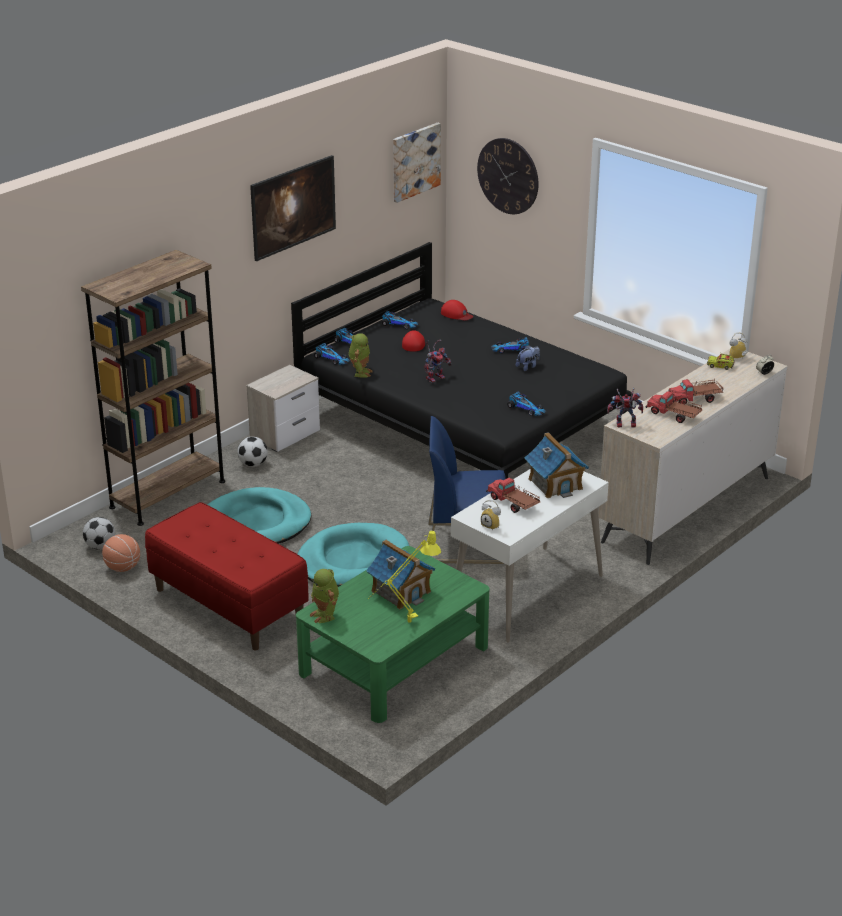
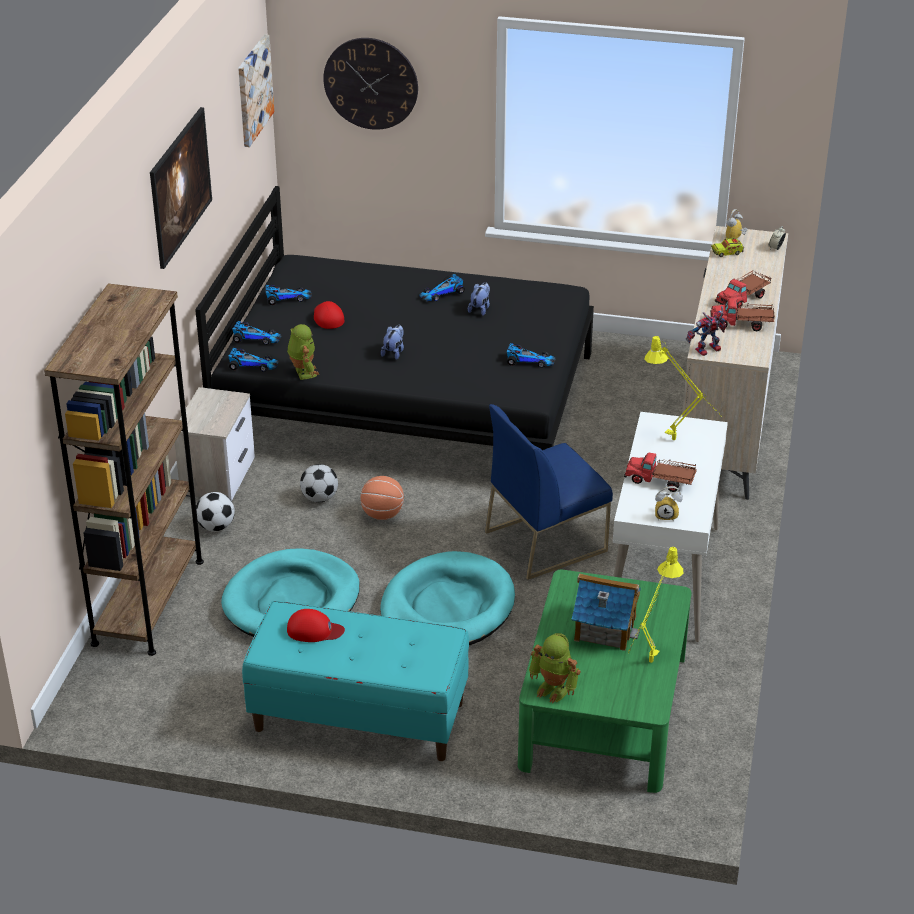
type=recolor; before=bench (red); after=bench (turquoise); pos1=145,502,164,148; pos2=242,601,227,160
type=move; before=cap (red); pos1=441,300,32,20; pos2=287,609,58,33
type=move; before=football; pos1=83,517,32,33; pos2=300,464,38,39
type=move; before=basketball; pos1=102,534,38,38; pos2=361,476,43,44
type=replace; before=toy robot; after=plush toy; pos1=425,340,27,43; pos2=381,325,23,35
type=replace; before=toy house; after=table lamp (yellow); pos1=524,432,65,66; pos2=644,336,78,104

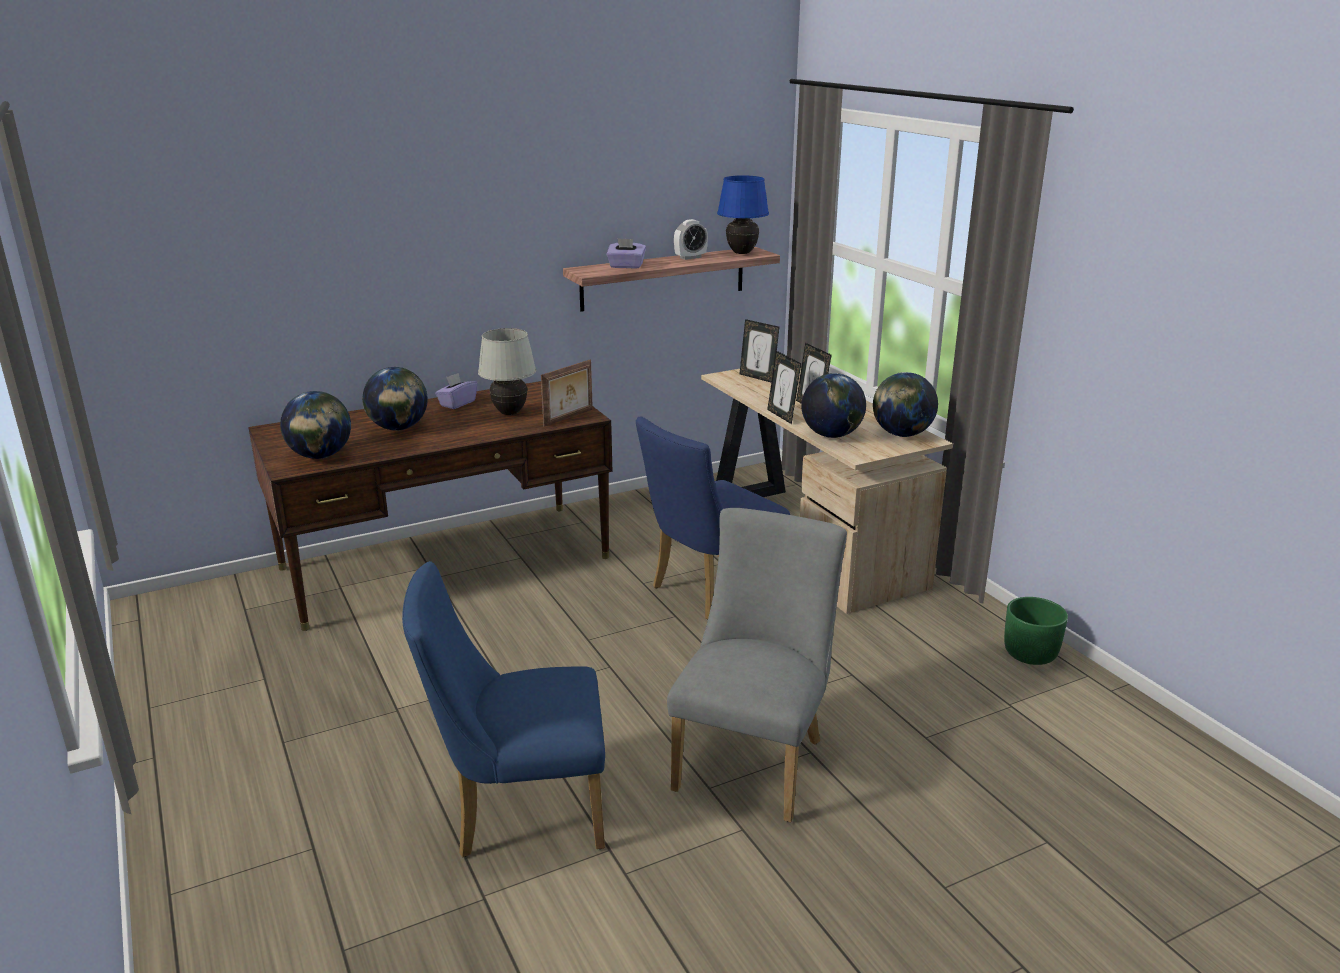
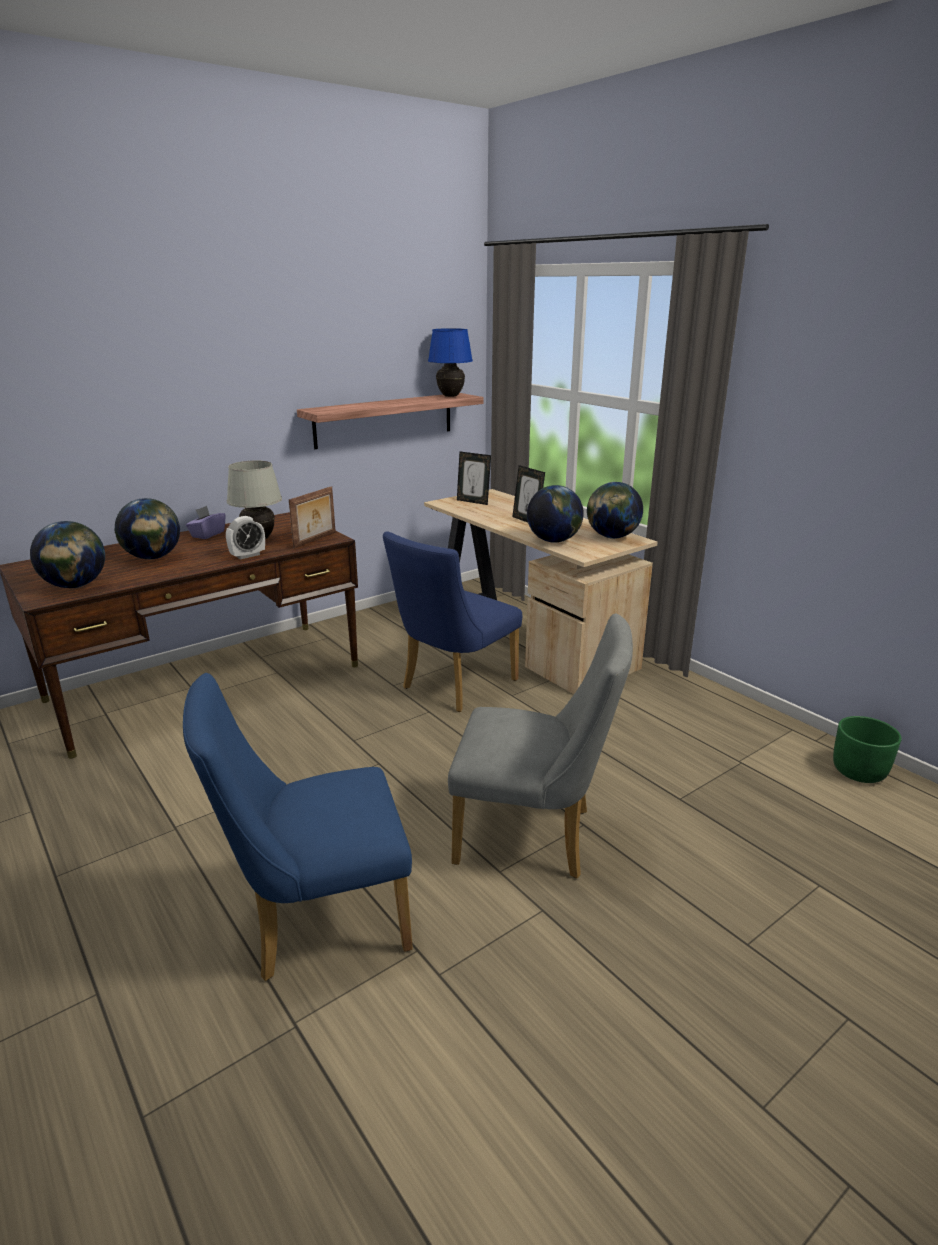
type=move; before=alarm clock; pos1=674,219,34,41; pos2=226,516,39,44
type=rotate; before=chair (grey); pos1=667,508,180,314; pos2=448,614,185,265; turn=90
type=move; before=planter (green); pos1=1004,597,64,68; pos2=833,716,69,67
type=delete; before=tissue box (purple); pos1=606,238,40,31
type=delete; before=picture frame; pos1=767,351,34,73

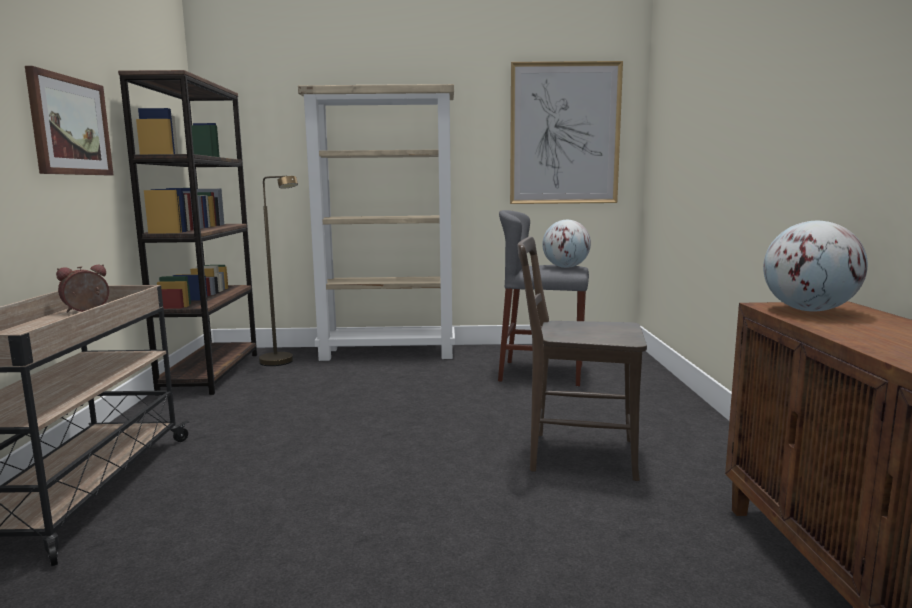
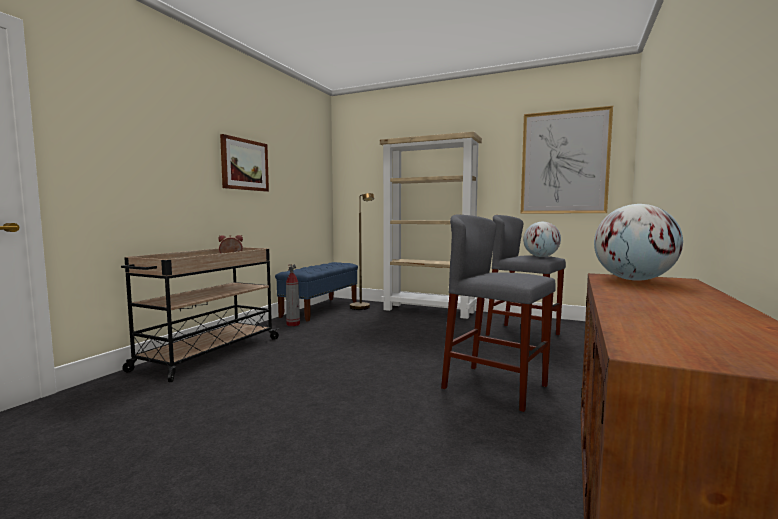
type=replace; before=bookcase (brown); after=bench (blue); pos1=118,70,139,325; pos2=275,262,83,60
type=insert; after=fire extinguisher; pos2=286,264,14,62
type=replace; before=chair (brown); after=stool (grey); pos1=517,237,130,244; pos2=441,214,115,198

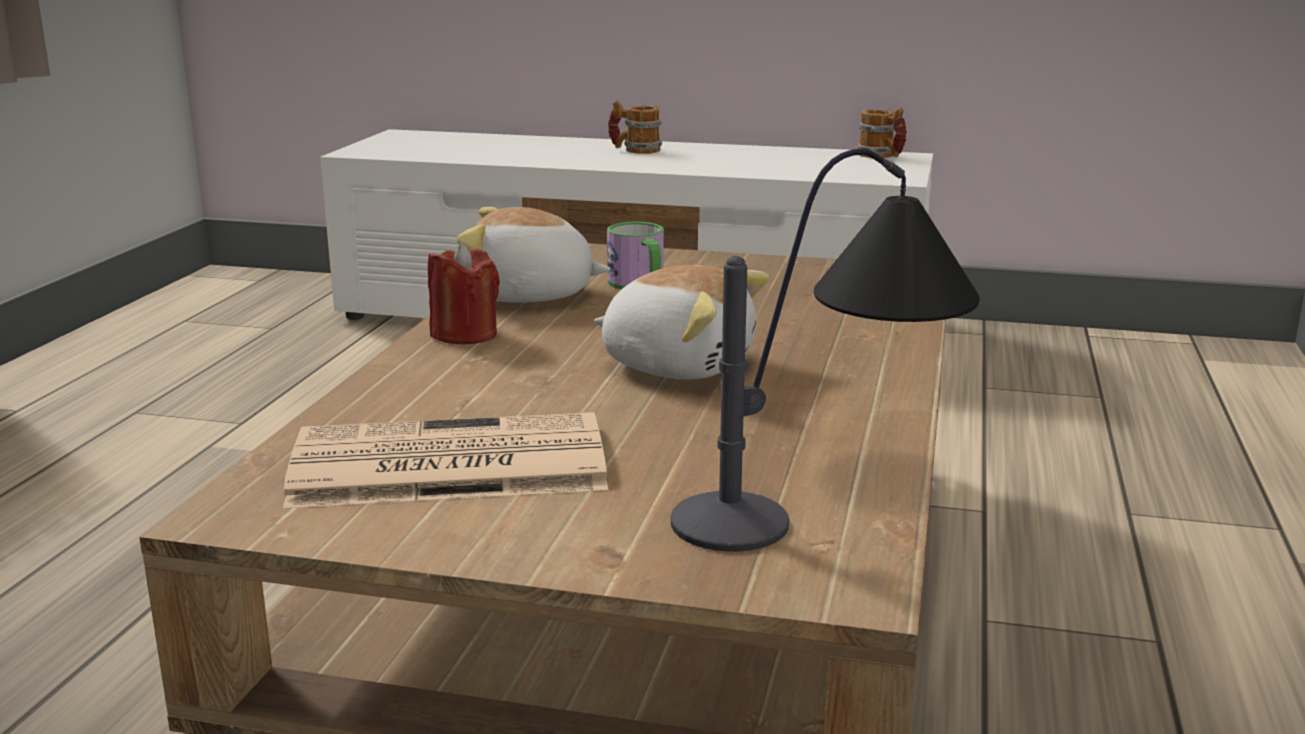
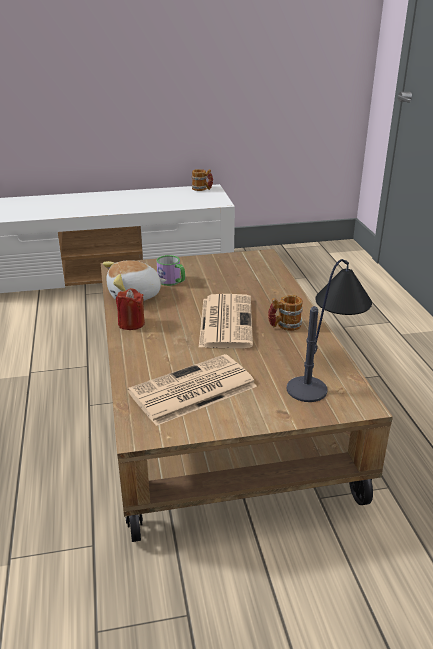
type=replace; before=plush toy; after=newspaper; pos1=594,265,175,115; pos2=199,294,54,54
type=move; before=mug; pos1=608,100,54,54; pos2=268,295,35,36

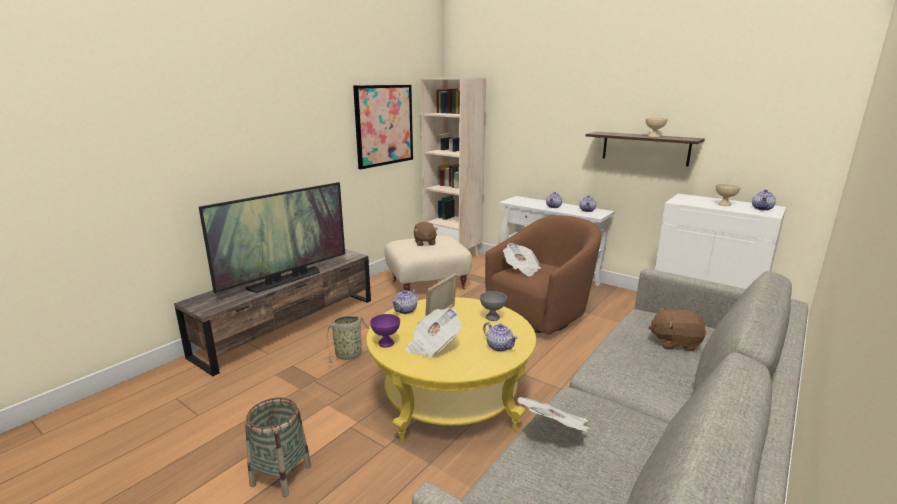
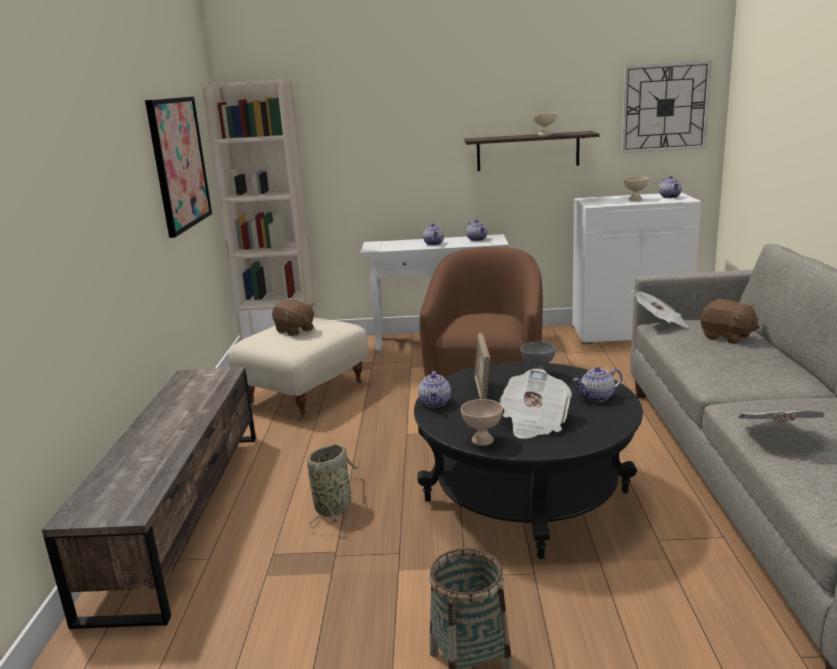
type=recolor; before=coffee table (yellow); after=coffee table (black); pos1=366,297,170,145; pos2=414,362,229,197
type=recolor; before=bowl (purple); after=bowl (beige); pos1=370,314,30,33; pos2=461,399,42,47
type=rotate; before=teapot; pos1=483,322,35,30; pos2=573,367,49,35; turn=150
type=insert; after=wall clock; pos2=621,60,91,93
type=move; before=newspaper; pos1=503,243,38,33; pos2=631,290,58,38
type=rotate; before=plush toy (brown); pos1=648,307,58,44; pos2=700,299,59,45; turn=-105
type=delete; before=television; pos1=199,182,146,111

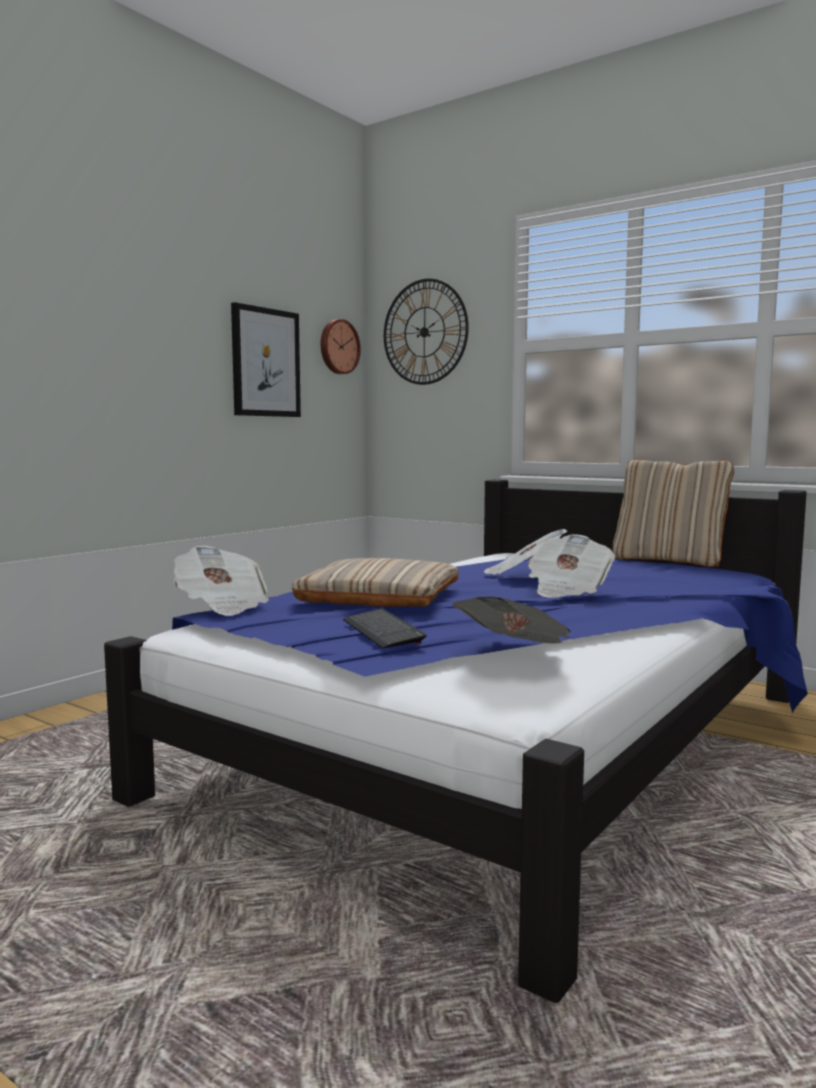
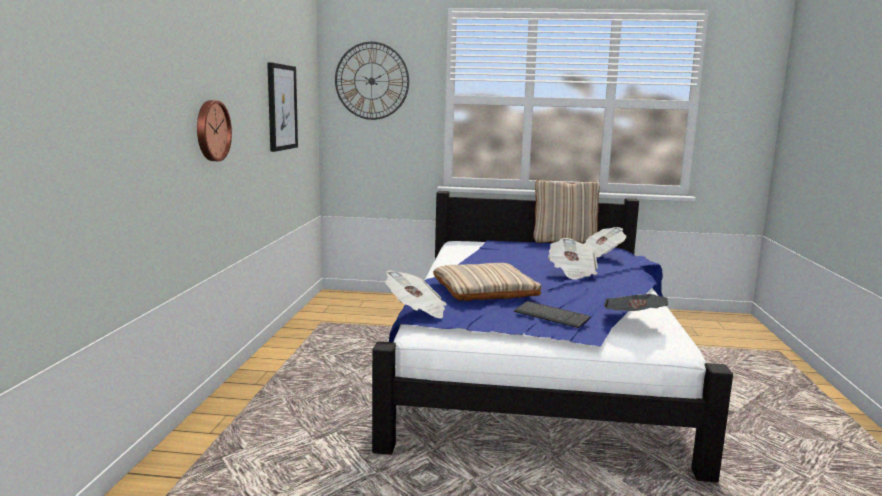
type=move; before=wall clock; pos1=321,319,40,55; pos2=197,100,35,61
type=move; before=newspaper; pos1=484,529,83,46; pos2=584,227,42,30

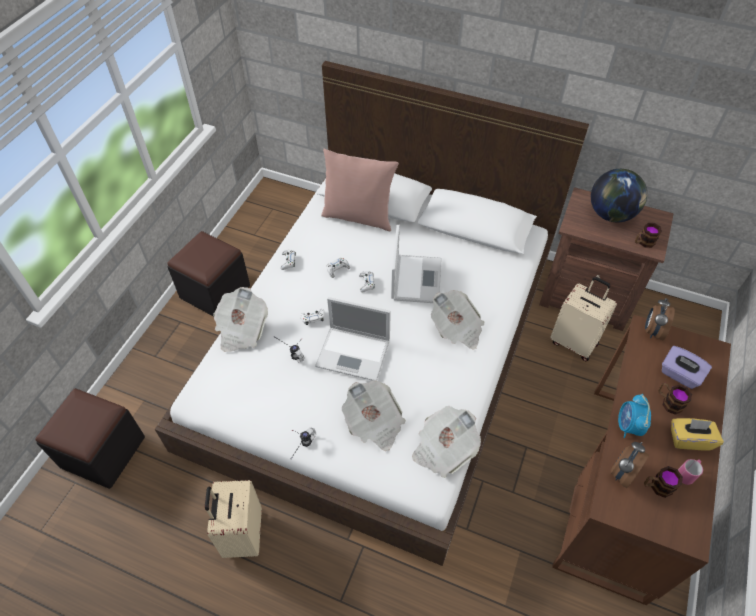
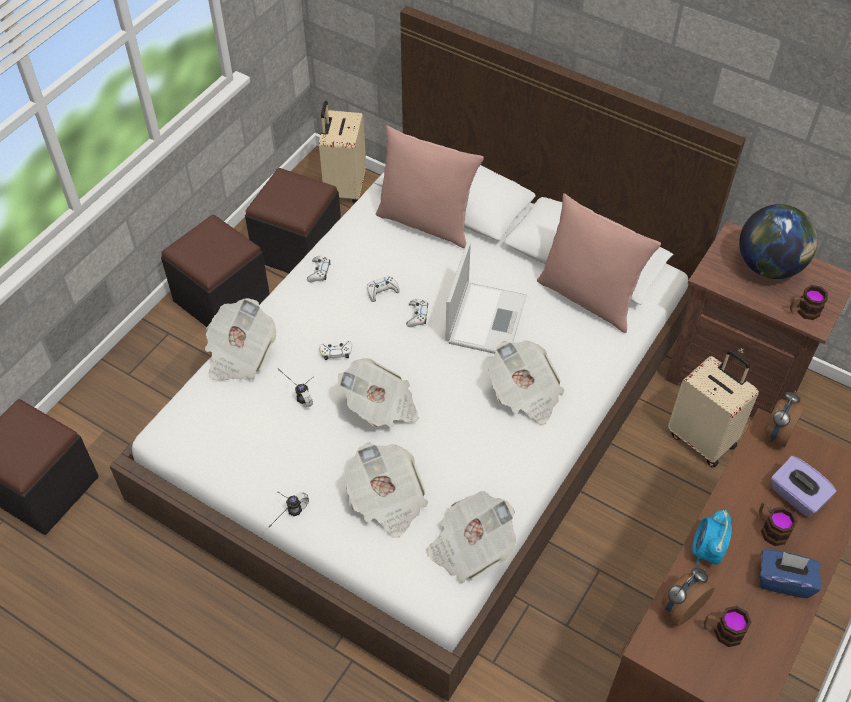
type=insert; after=ottoman (black); pos2=245,168,96,105
type=move; before=suitcase (beige); pos1=205,480,57,78; pos2=319,101,47,102
type=replace; before=laptop; after=newspaper; pos1=315,297,76,84; pos2=338,358,81,69
type=insert; after=pillow (pink); pos2=537,193,124,140
type=recolor; before=tissue box (yellow); after=tissue box (blue); pos1=671,418,53,33; pos2=760,549,61,49
type=delete; before=mug (pink); pos1=678,459,25,26

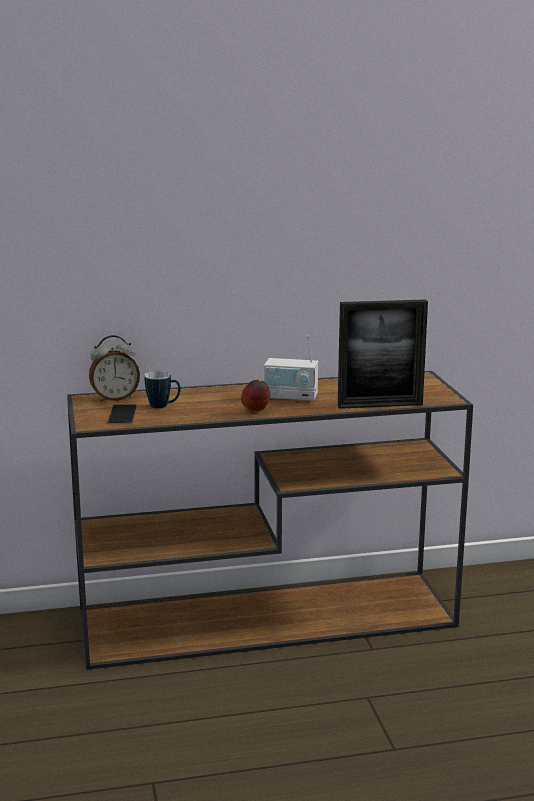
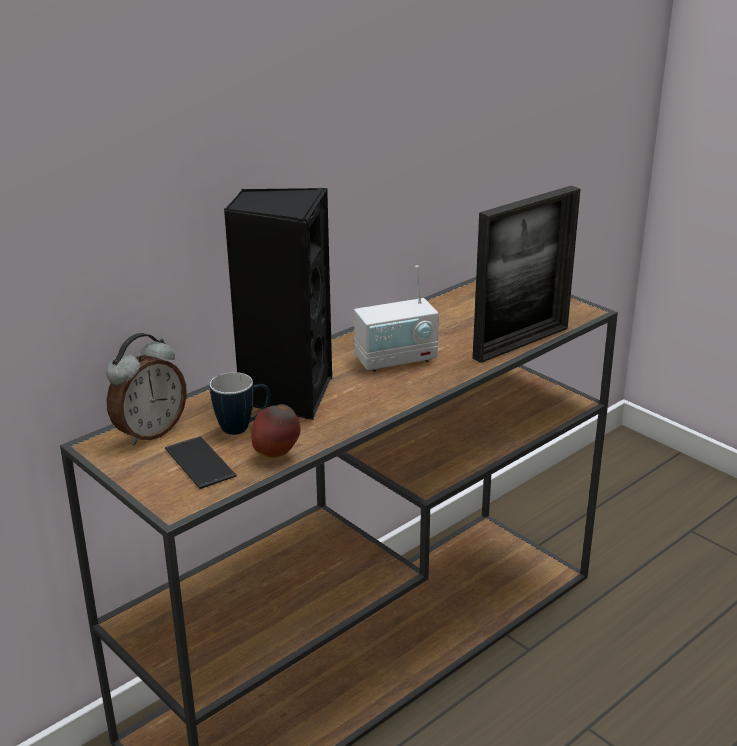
type=insert; after=speaker (black); pos2=224,188,108,232
type=move; before=apple; pos1=241,380,29,32; pos2=251,404,50,54

